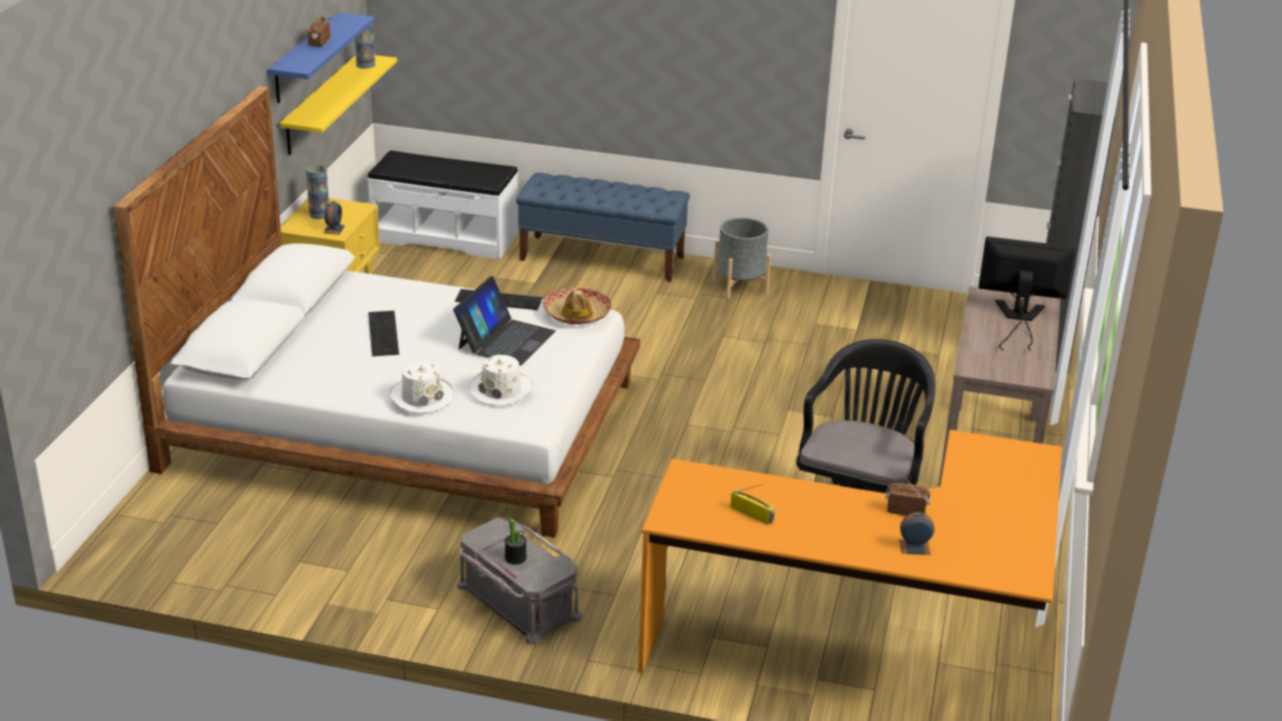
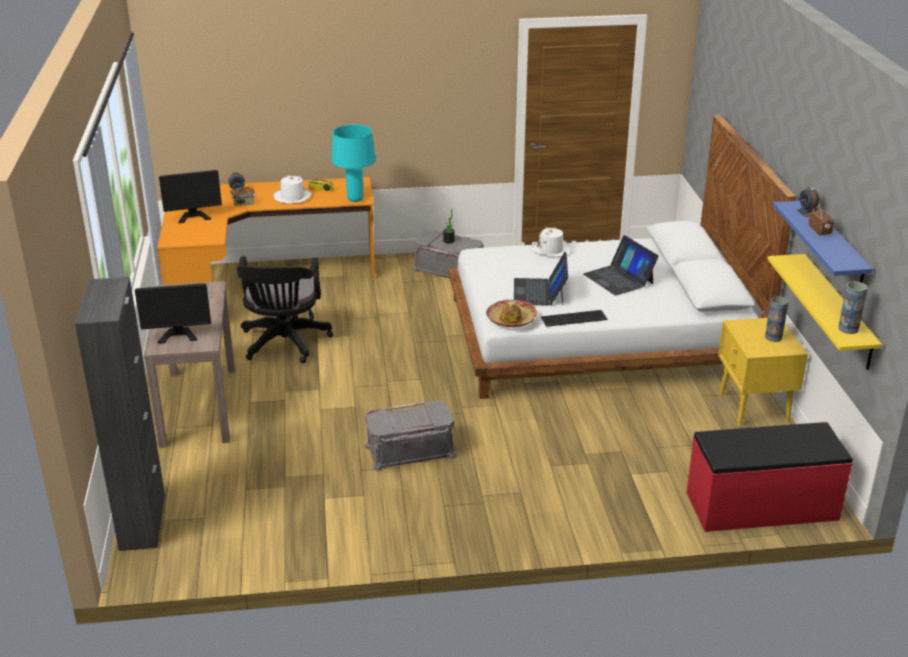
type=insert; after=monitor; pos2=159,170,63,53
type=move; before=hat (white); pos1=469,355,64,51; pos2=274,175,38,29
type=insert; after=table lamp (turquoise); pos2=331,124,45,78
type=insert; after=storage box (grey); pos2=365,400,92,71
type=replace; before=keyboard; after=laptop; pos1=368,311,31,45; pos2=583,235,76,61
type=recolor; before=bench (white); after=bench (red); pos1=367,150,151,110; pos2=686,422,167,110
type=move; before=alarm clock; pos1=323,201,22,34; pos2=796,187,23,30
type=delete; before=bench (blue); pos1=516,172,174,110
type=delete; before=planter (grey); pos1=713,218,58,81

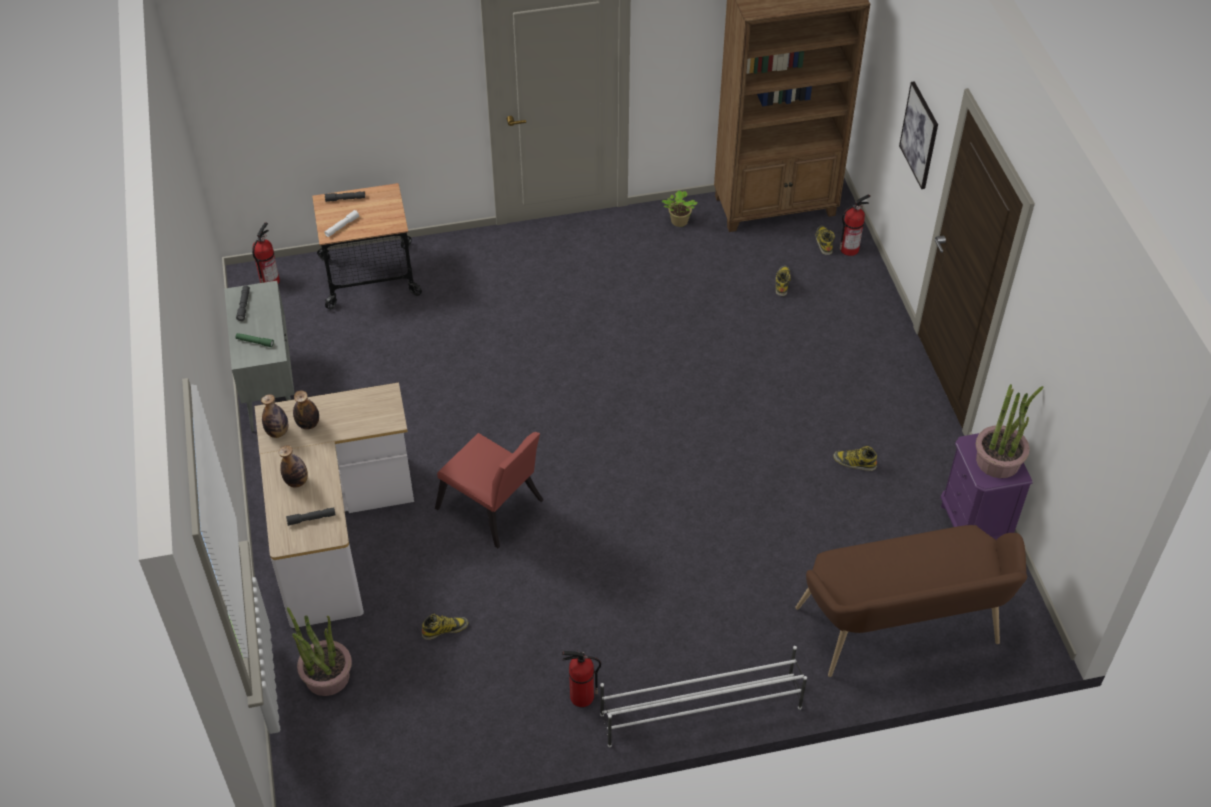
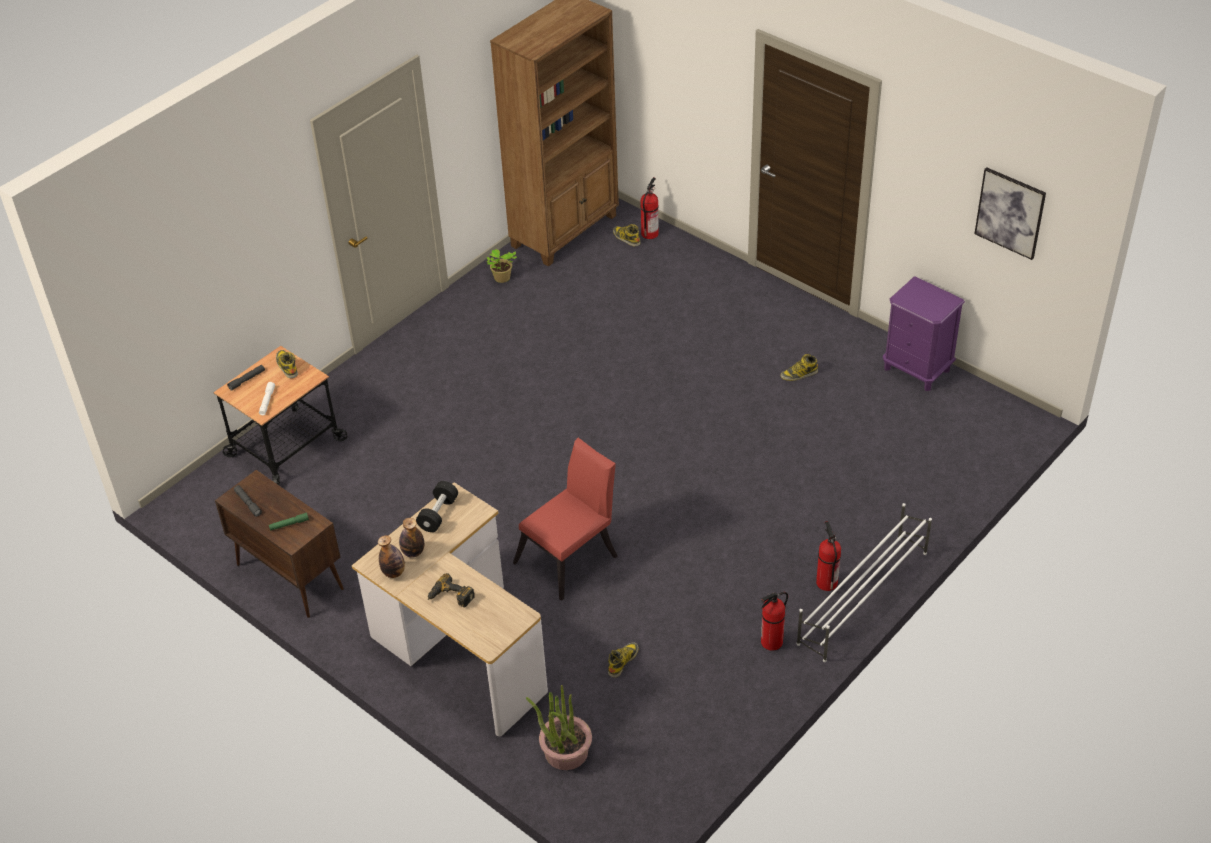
type=recolor; before=cabinet (grey); after=cabinet (brown); pos1=224,281,70,151; pos2=215,470,129,148
type=move; before=boot; pos1=776,266,15,30; pos2=276,350,22,28
type=insert; after=dumbbell (black); pos2=416,481,42,51
type=replace; before=bottle; after=power drill; pos1=279,445,29,43; pos2=427,573,48,34
type=rotate; before=chair (red); pos1=435,432,108,116; pos2=513,438,105,163; turn=-45
type=move; before=fire extinguisher; pos1=252,222,28,62; pos2=816,521,25,70
type=move; before=picture; pos1=899,81,39,108; pos2=975,167,71,93
type=delete; before=flashlight (grey); pos1=286,507,50,19
type=delete; before=bench (brown); pos1=795,525,232,152
type=delete; before=potted plant; pos1=976,384,68,94

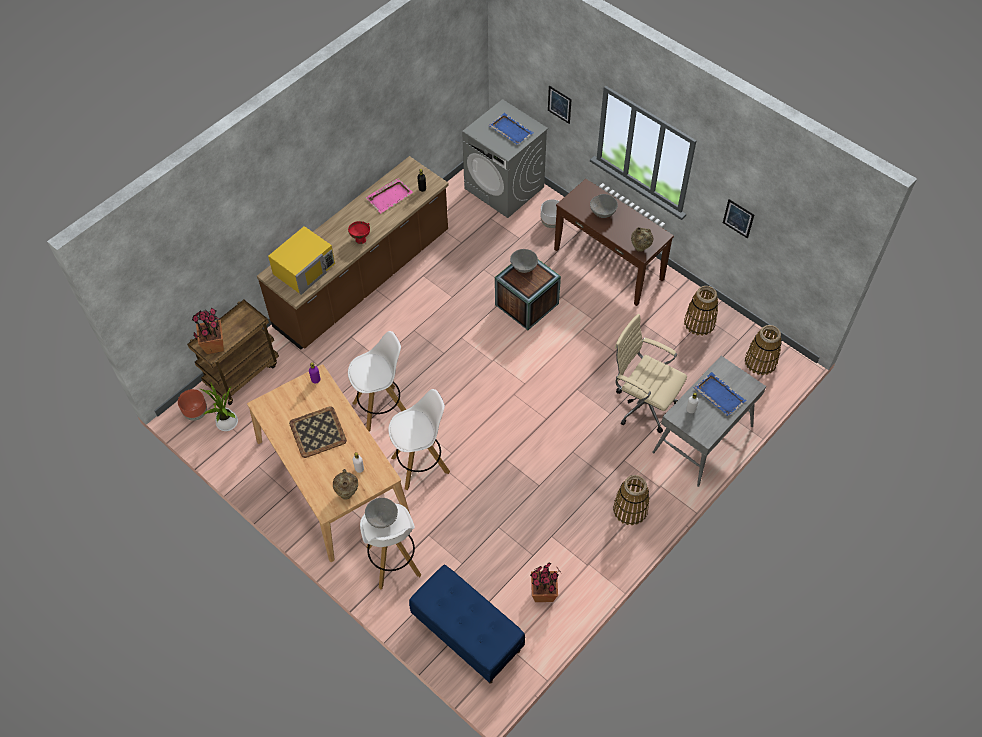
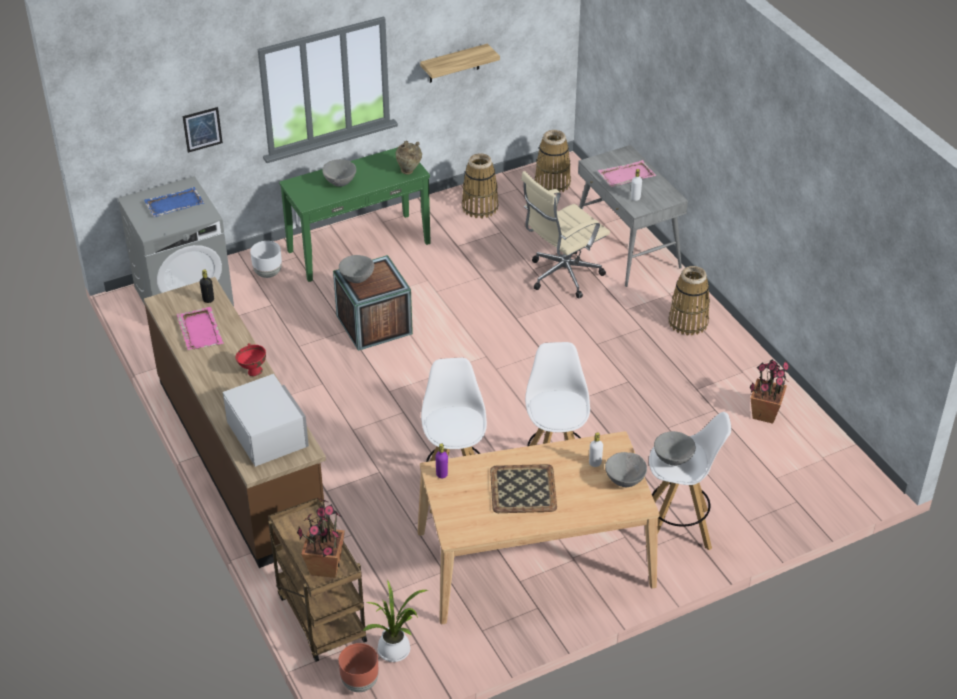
type=recolor; before=microwave (yellow); after=microwave (white); pos1=268,226,67,69; pos2=223,374,86,93
type=recolor; before=console table (brown); after=console table (green); pos1=554,179,120,127; pos2=279,147,152,135
type=replace; before=picture; after=shelf; pos1=723,199,31,40; pos2=420,43,80,40
type=recolor; before=tray (blue); after=tray (pink); pos1=693,372,53,44; pos2=598,160,58,27
type=replace; before=vase (beige); after=bowl (grey); pos1=333,469,25,31; pos2=605,452,42,35
type=delete; before=bench (blue); pos1=409,565,116,119

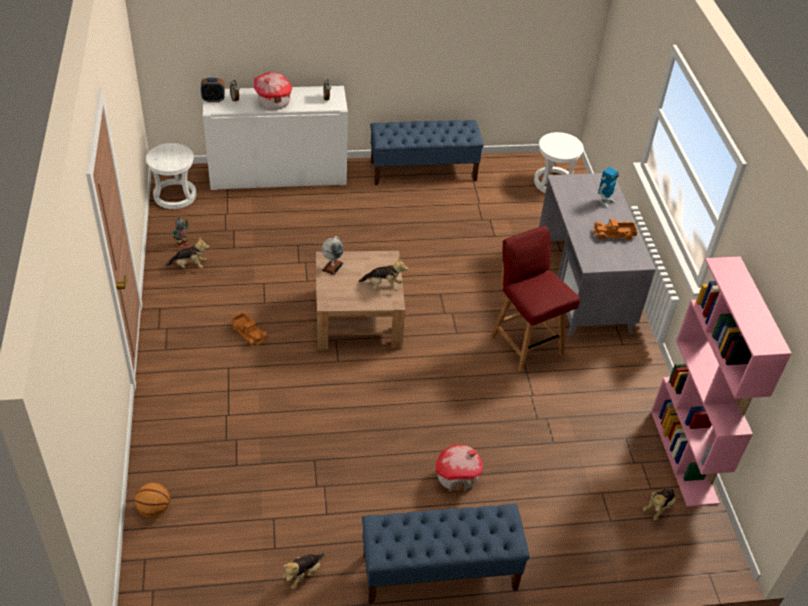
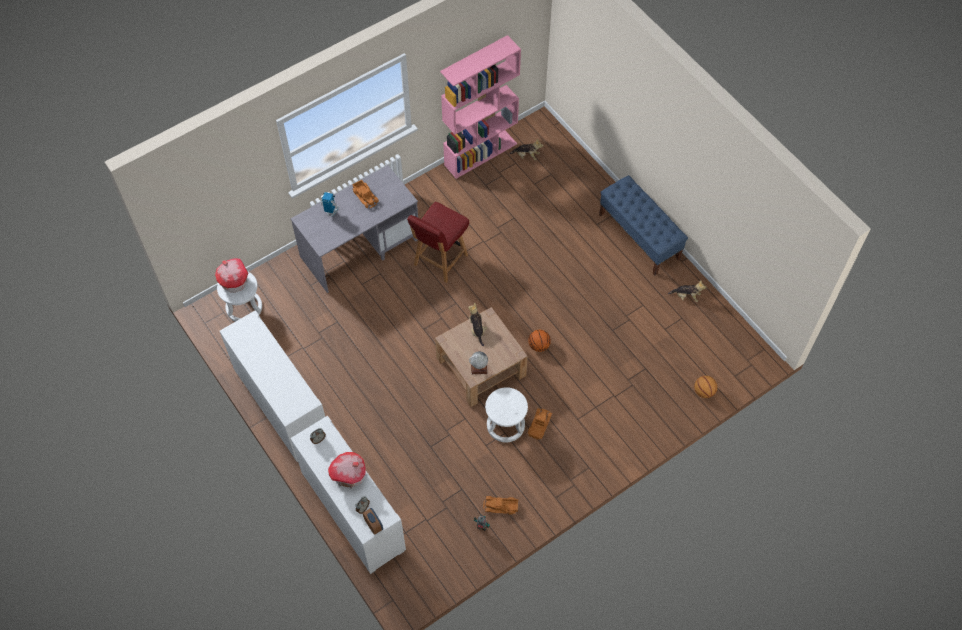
type=move; before=toy house; pos1=436,445,47,47; pos2=215,259,33,34
type=replace; before=bench (blue); after=cabinet (white); pos1=370,120,114,65; pos2=220,310,105,152
type=replace; before=plush toy; after=toy truck; pos1=166,238,43,30; pos2=483,496,35,19
type=move; before=stool (white); pos1=146,143,50,66; pos2=485,387,43,55
type=insert; after=basketball; pos2=528,330,23,22

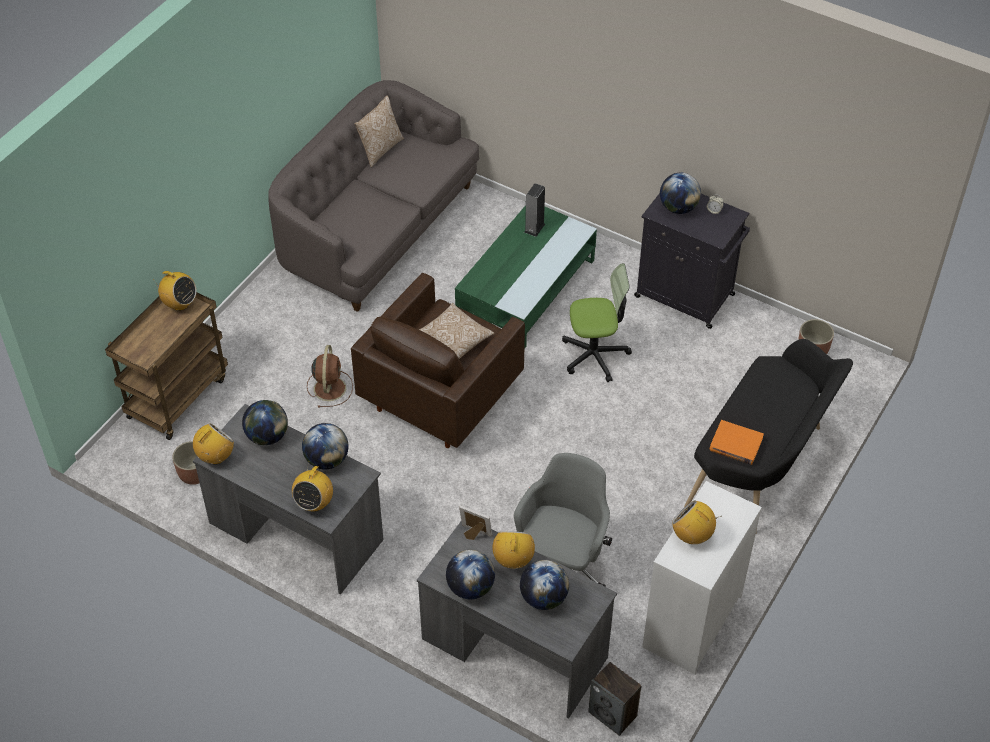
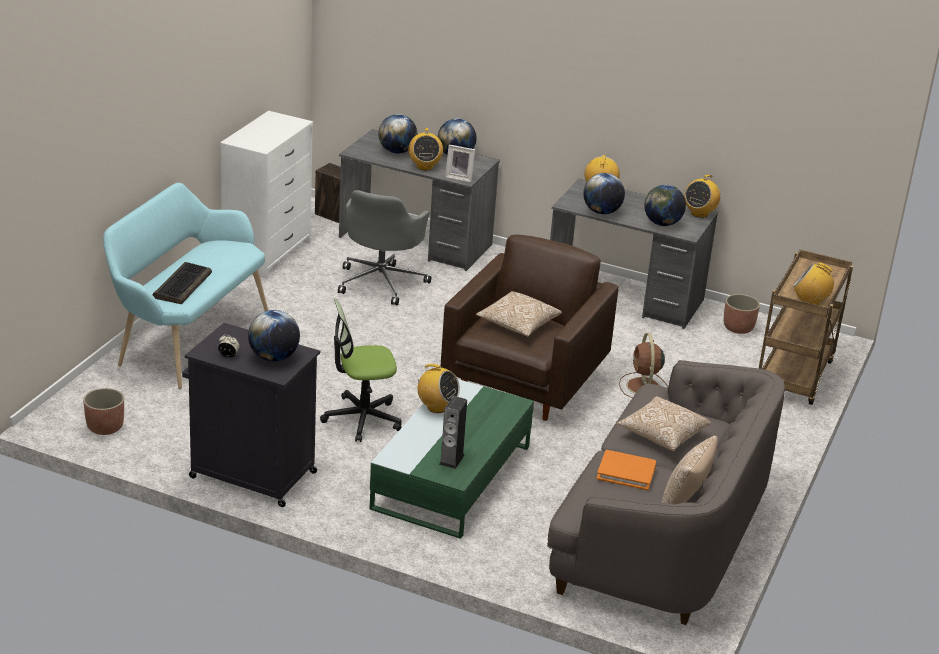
type=recolor; before=bench (black); after=bench (turquoise); pos1=684,339,169,194; pos2=103,183,165,206
type=insert; after=keyboard; pos2=153,262,59,42
type=move; before=radio; pos1=672,500,50,44; pos2=414,364,46,49
type=move; before=book (orange); pos1=710,420,54,45; pos2=597,450,59,40
type=insert; after=pillow; pos2=617,396,94,55

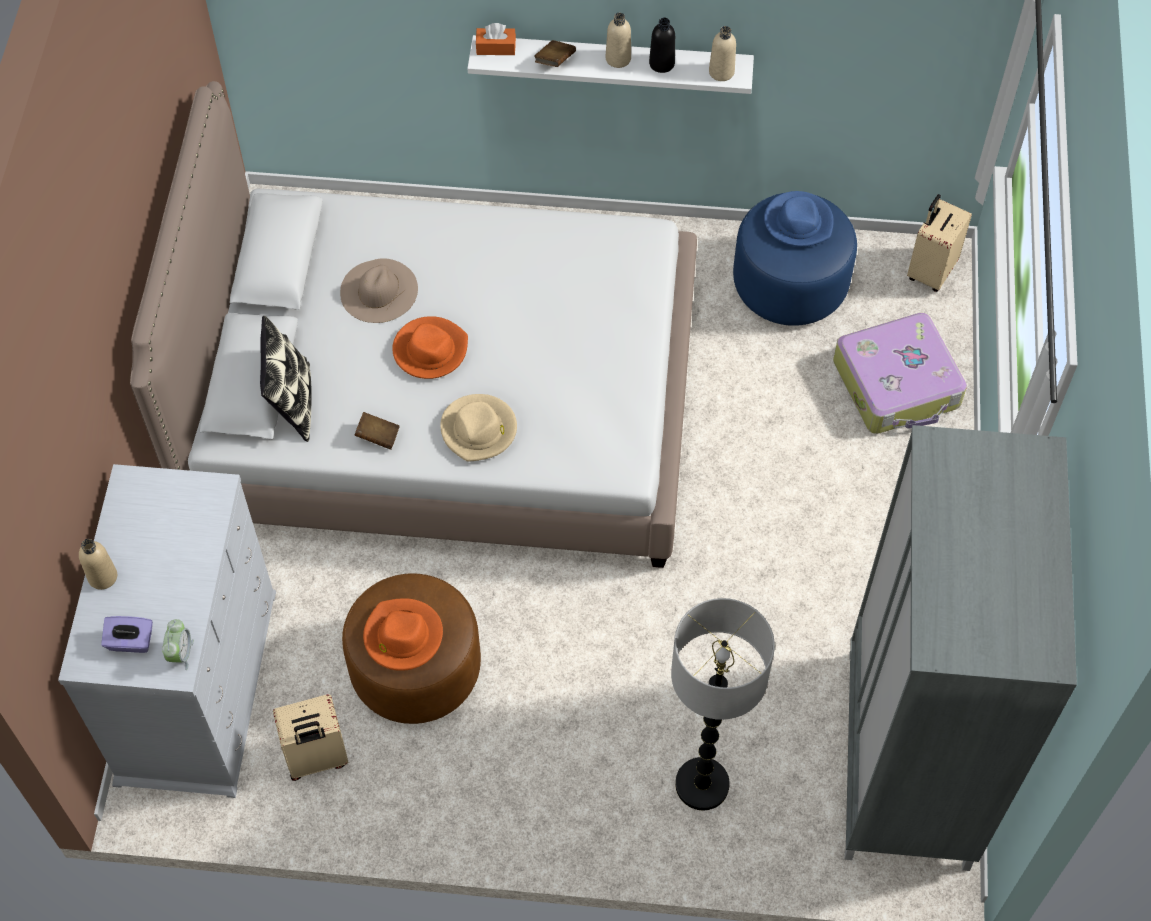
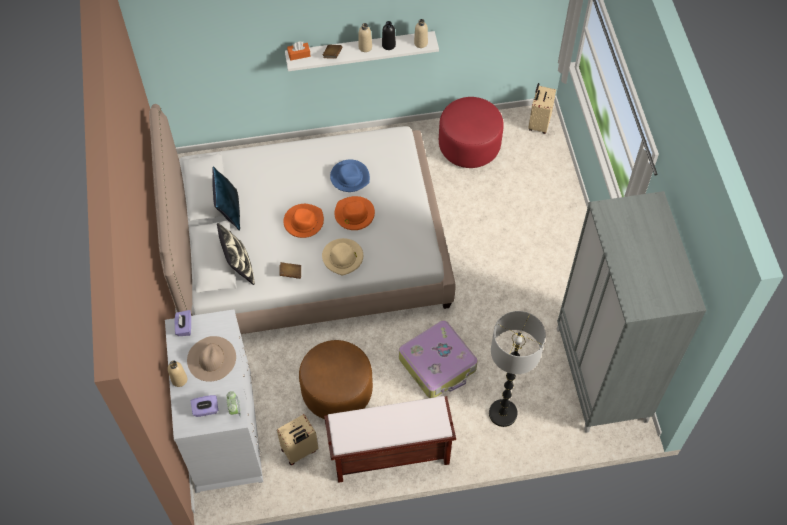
type=insert; after=tissue box (purple); pos2=174,310,17,26
type=move; before=hat (beige); pos1=340,258,78,65; pos2=187,336,49,46
type=insert; after=pillow (blue); pos2=212,166,28,65
type=insert; after=bench (brown); pos2=324,396,132,87
type=move; before=hat (blue); pos1=764,191,70,56; pos2=330,159,40,33
type=move; before=hat (orange); pos1=363,598,80,73; pos2=335,196,40,34
type=move; before=suitcase; pos1=833,313,134,121; pos2=399,320,79,78
type=recolor; before=ottoman (blue); after=ottoman (red); pos1=733,193,124,133; pos2=439,97,65,71

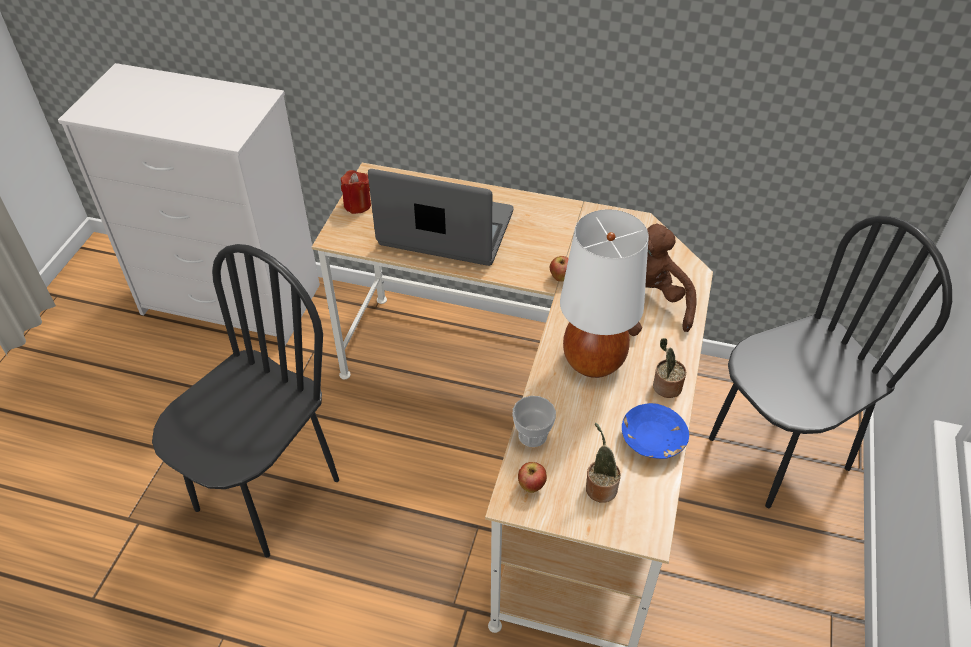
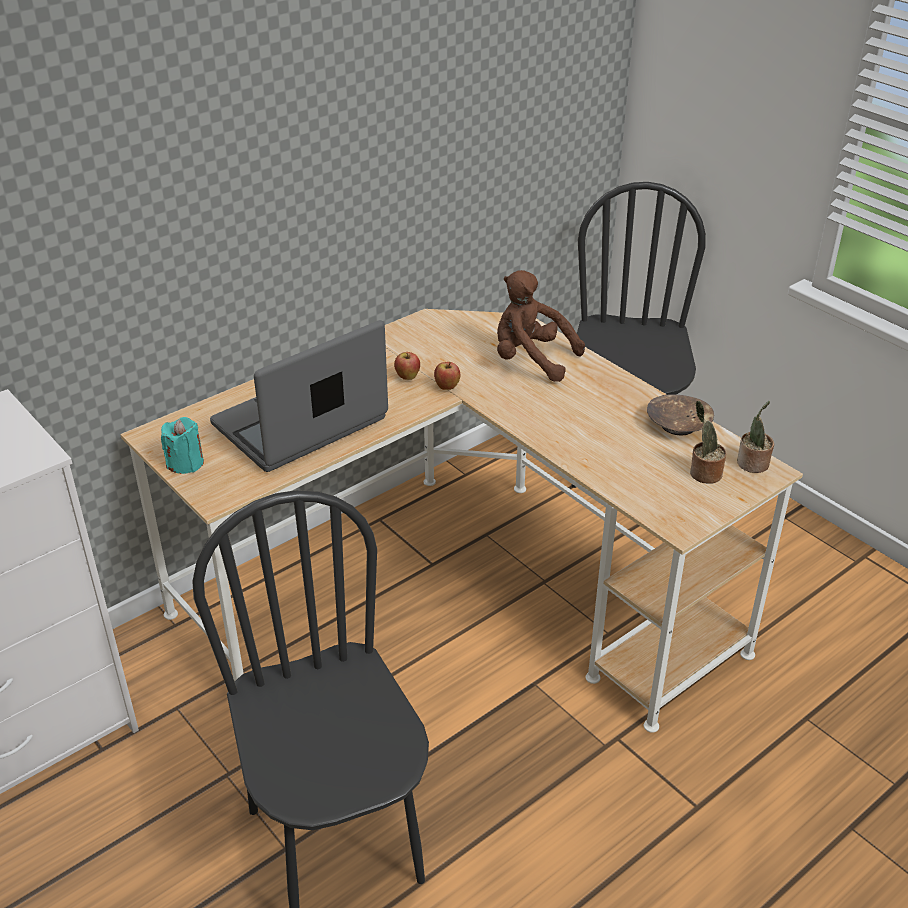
type=recolor; before=candle (red); after=candle (turquoise); pos1=341,170,30,44; pos2=161,417,43,57
type=move; before=apple; pos1=518,462,29,31; pos2=394,352,26,28
type=recolor; before=bowl (blue); after=bowl (brown); pos1=622,403,67,56; pos2=647,394,67,41
type=move; before=potted plant; pos1=653,338,33,60; pos2=737,401,37,72
type=delete; before=cup; pos1=512,396,44,51
type=delete; before=table lamp (white); pos1=560,209,89,169

